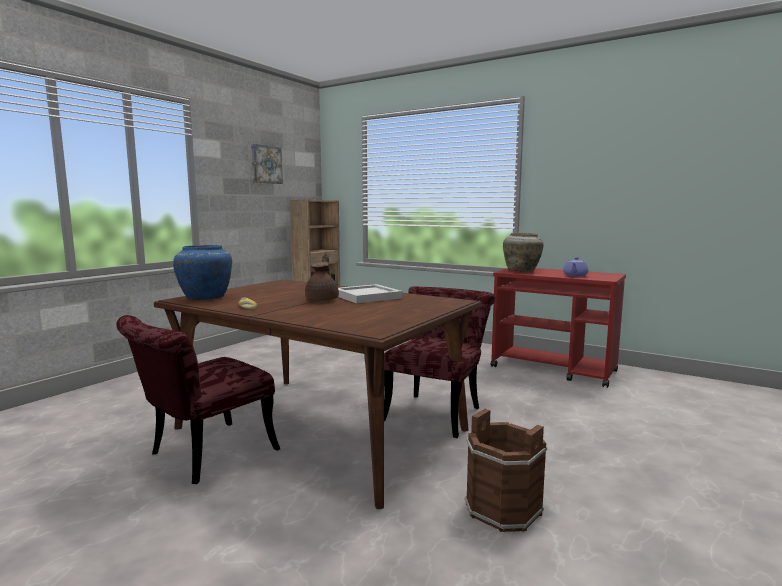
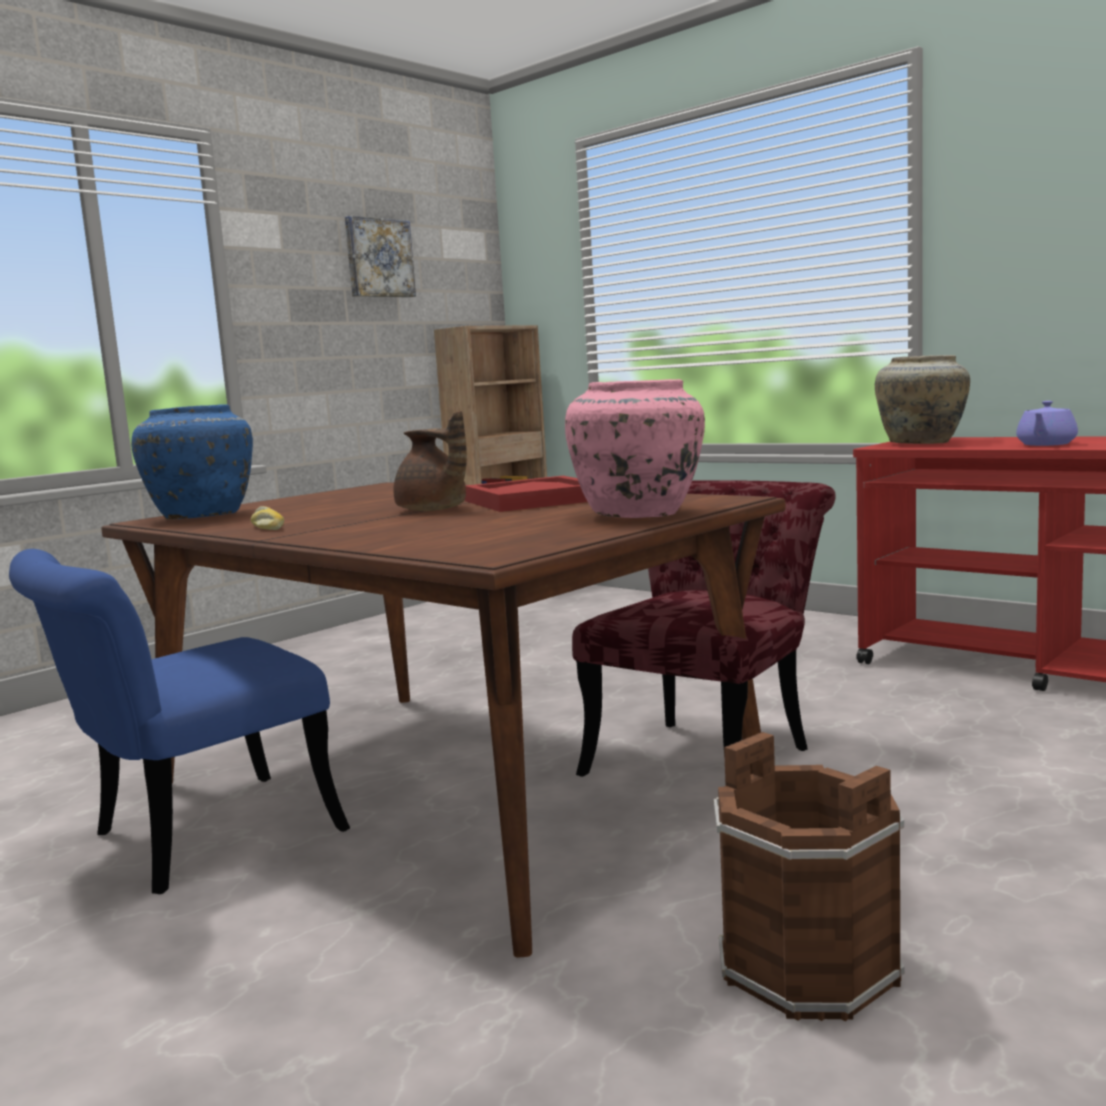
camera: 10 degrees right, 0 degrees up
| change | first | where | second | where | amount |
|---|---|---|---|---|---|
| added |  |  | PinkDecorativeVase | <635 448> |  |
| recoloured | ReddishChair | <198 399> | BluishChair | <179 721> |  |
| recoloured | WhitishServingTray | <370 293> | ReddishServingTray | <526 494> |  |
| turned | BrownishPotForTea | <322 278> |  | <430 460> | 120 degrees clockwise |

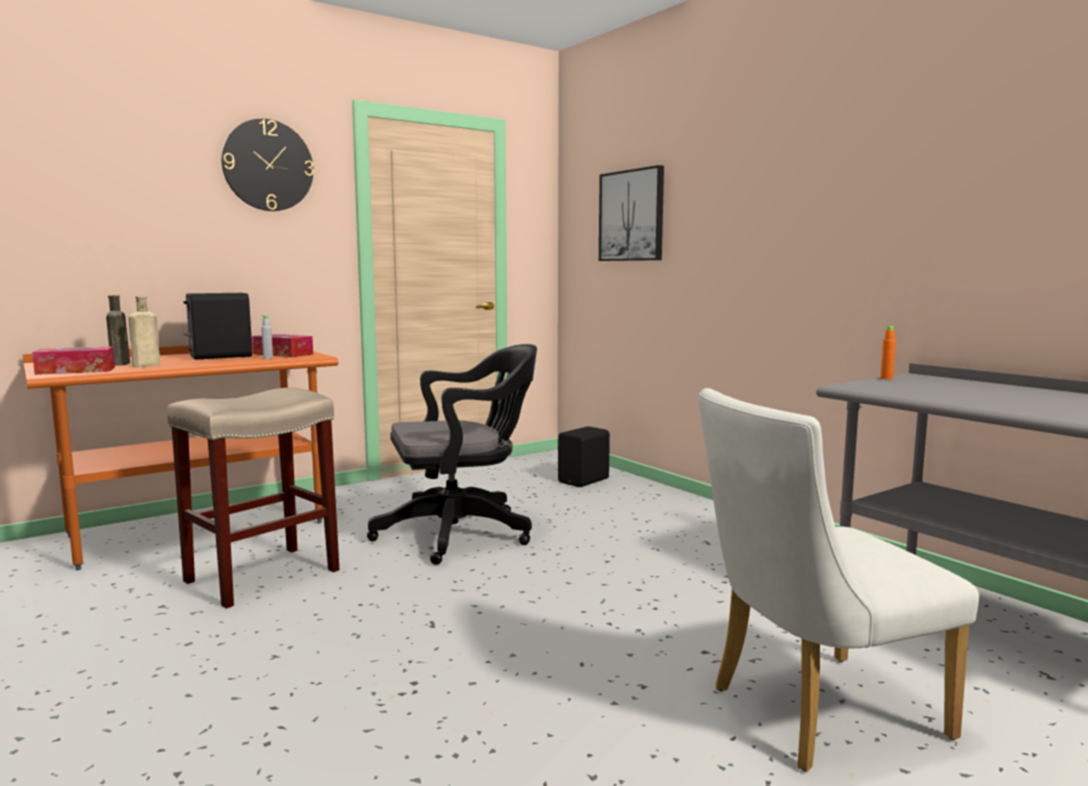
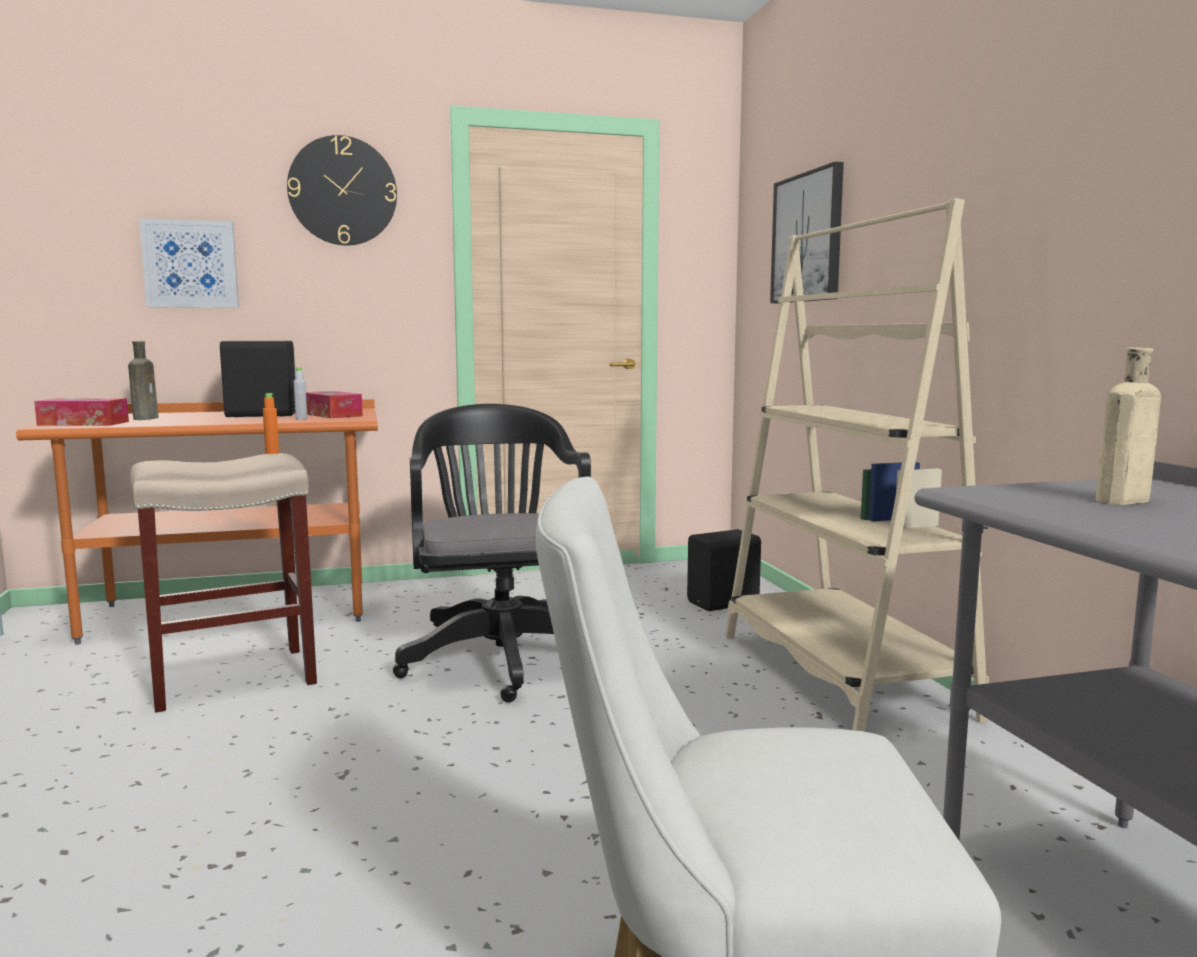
camera: 20 degrees right, 0 degrees up
| change | first | where | second | where | amount |
|---|---|---|---|---|---|
| added |  |  | WallPicture | <189 263> |  |
| added |  |  | SandColouredBookcase | <857 465> |  |
| moved | SandColouredBottle | <144 331> |  | <1127 426> |  |
| moved | OrangeyBottle | <888 352> |  | <271 423> |  |
| turned | BlackColouredDeskChair | <452 454> |  | <492 553> | 105 degrees counterclockwise |

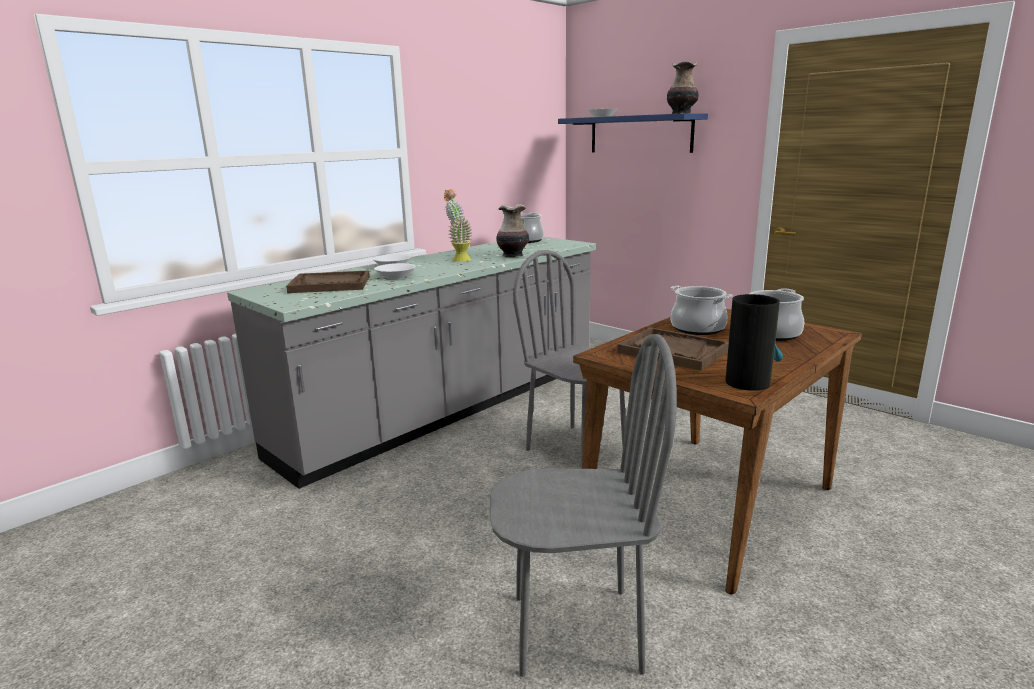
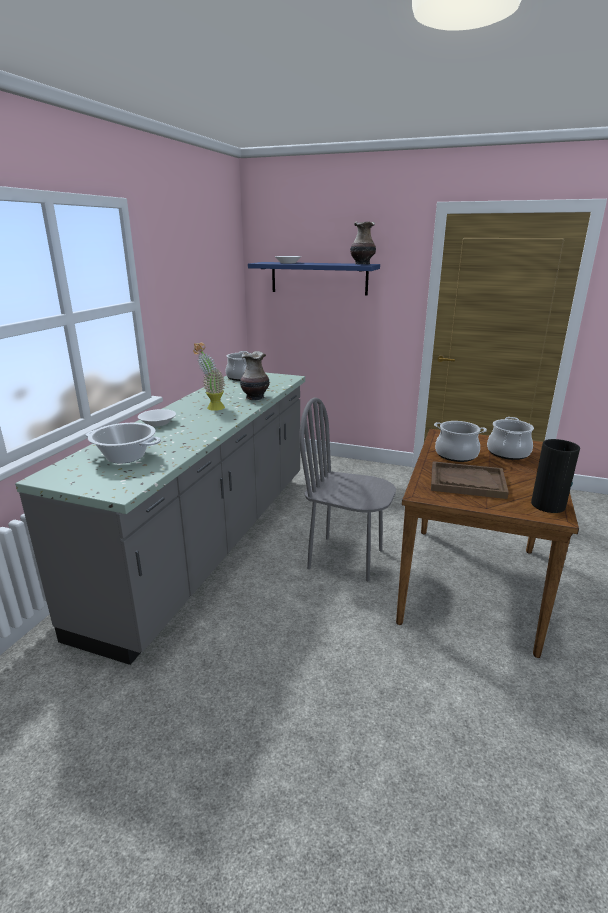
camera: 25 degrees left, 5 degrees up
| change | first | where | second | where | amount |
|---|---|---|---|---|---|
| removed | WhitishDeepDish | <394 271> |  |  |  |
| removed | GreyishChair | <583 505> |  |  |  |
| replaced | BrownishServingTray | <327 281> | CookingPot | <123 443> |  |

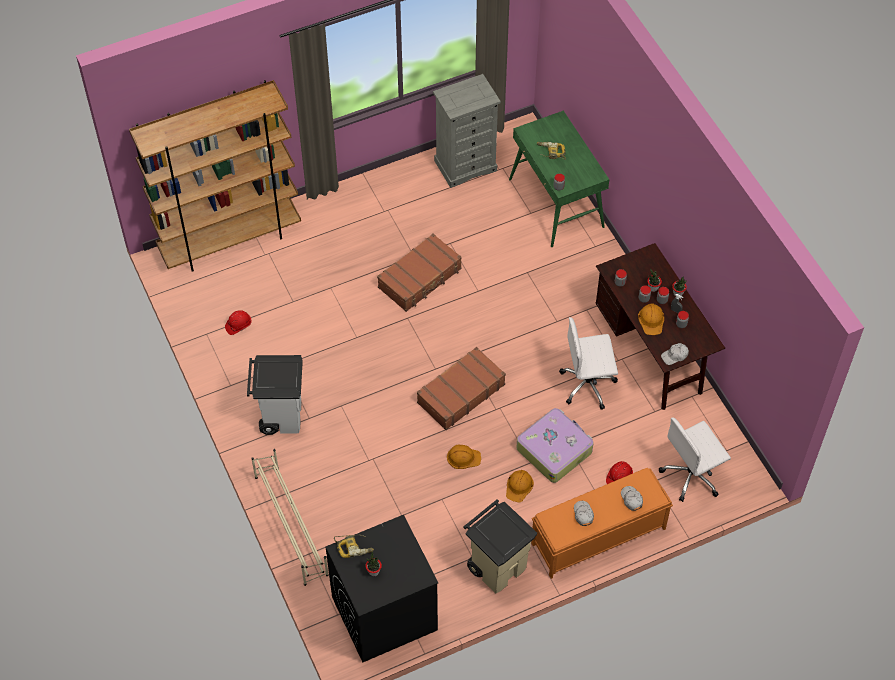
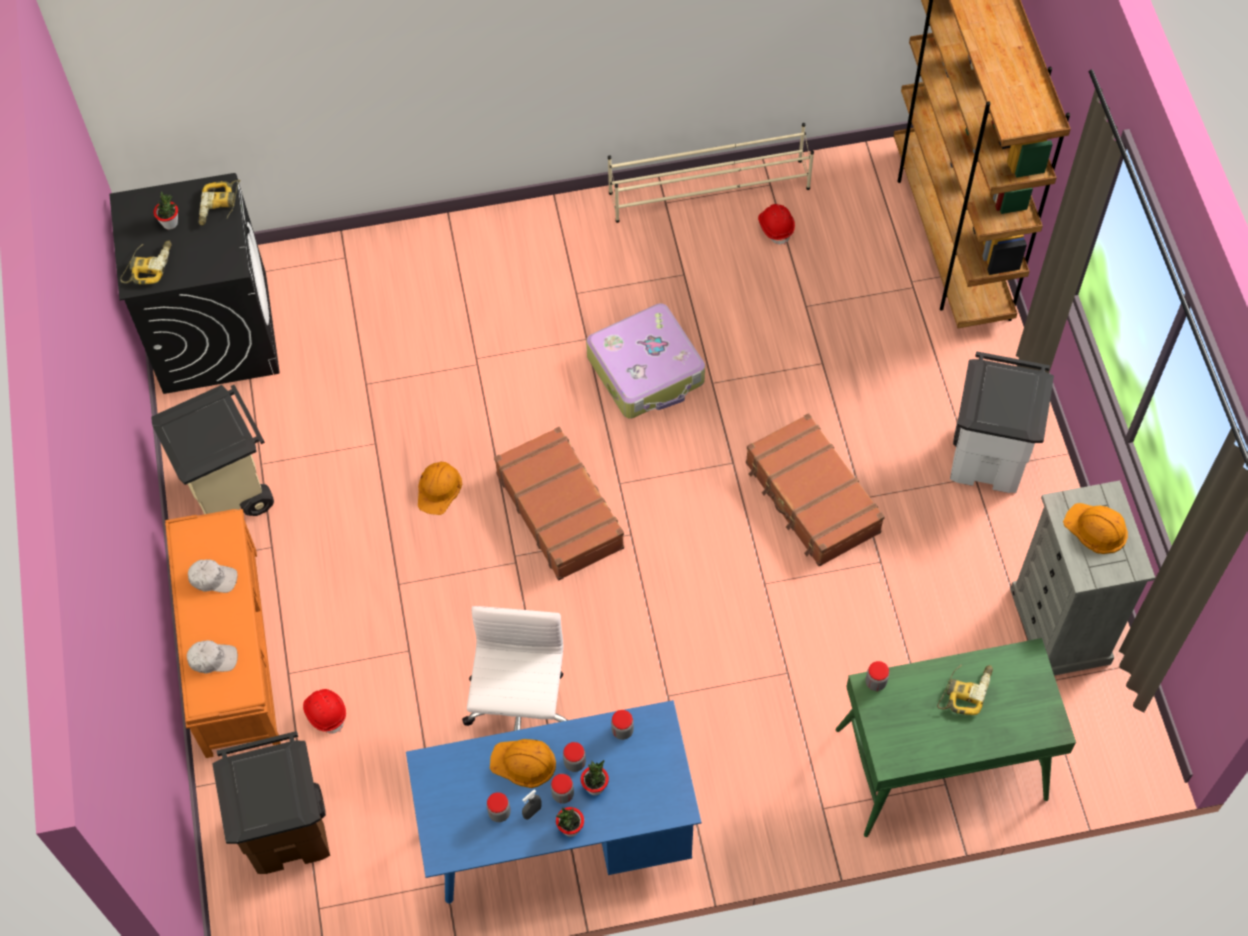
camera: 105 degrees right, 5 degrees up
| change | first | where | second | where | amount |
|---|---|---|---|---|---|
| removed | WhitishPeakedCap | <675 354> |  |  |  |
| added |  |  | PowerDrill | <146 262> |  |
| moved | WhitishTrashCan | <275 395> |  | <1002 422> |  |
| moved | SandColouredShoeShelf | <290 517> |  | <711 173> |  |
| moved | OrangeyHardHat | <520 486> |  | <1095 528> |  |
| moved | PieceOfLuggage | <555 445> |  | <645 361> |  |
| replaced | WhitishDeskChair | <695 460> | BrownishTrashCan | <271 802> |  |
| recoloured | BrownishDeskUnit | <660 326> | BluishDeskUnit | <554 802> |  |

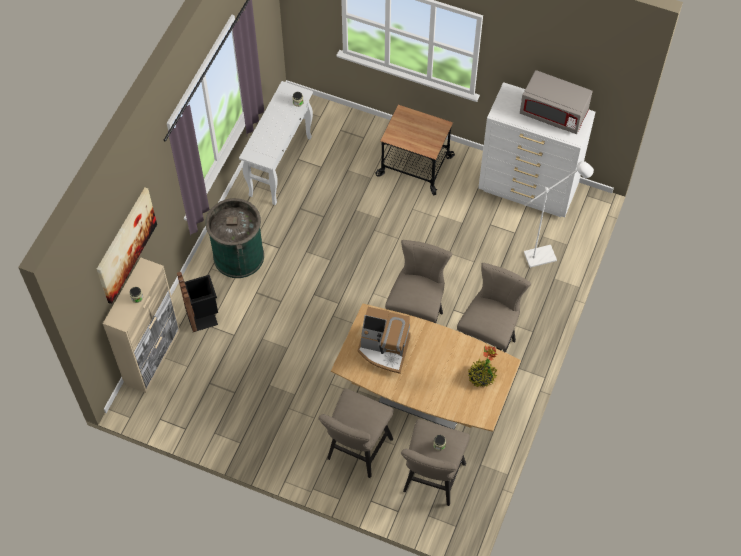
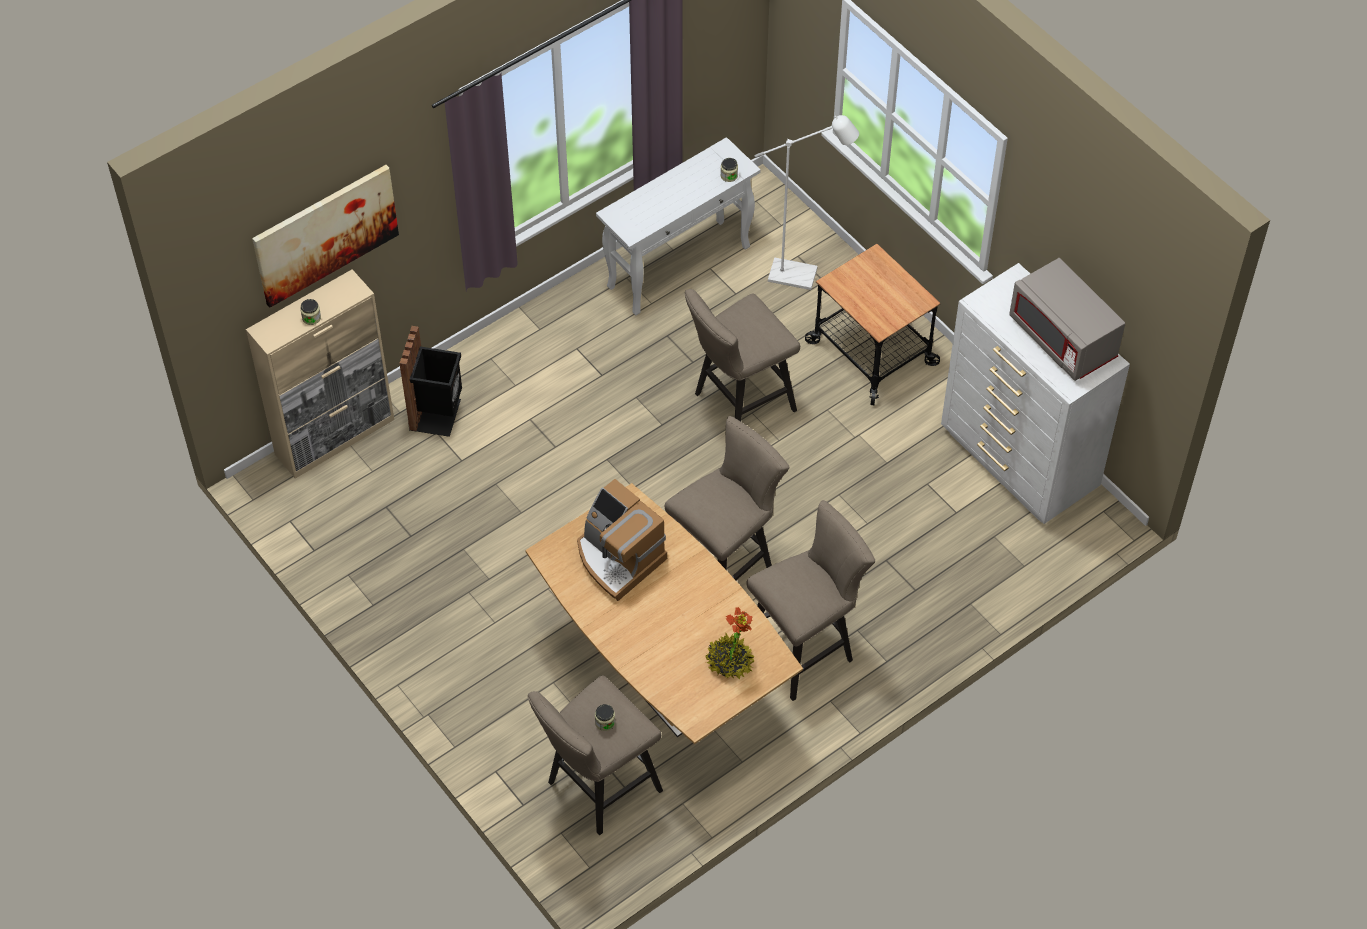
camera: 30 degrees right, 5 degrees down
| change | first | where | second | where | amount |
|---|---|---|---|---|---|
| removed | GreenColouredTrashCan | <234 238> |  |  |  |
| moved | SandColouredSittingStool | <356 433> |  | <742 355> |  |
| moved | WhitishStandingLamp | <559 214> |  | <806 202> |  |

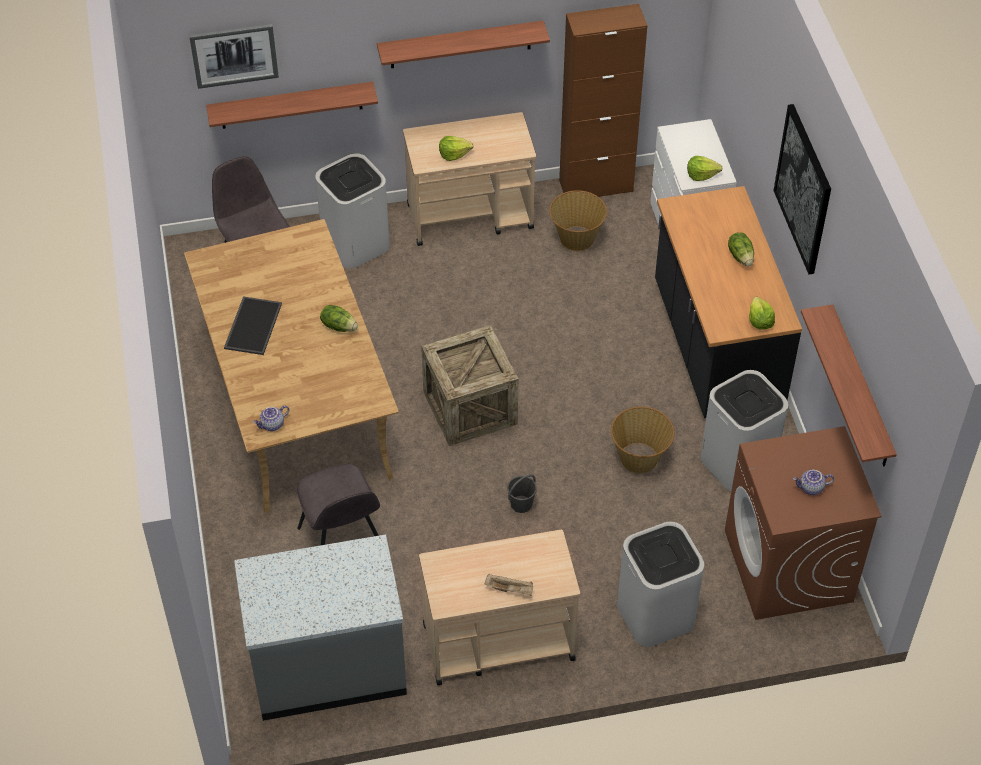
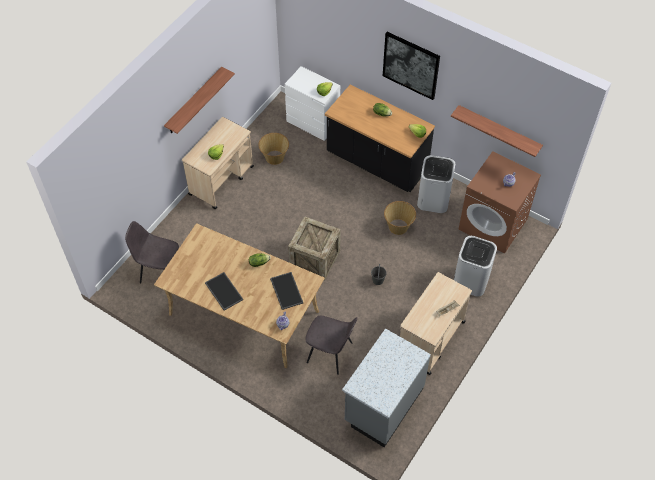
camera: 45 degrees left, 5 degrees up
| change | first | where | second | where | amount |
|---|---|---|---|---|---|
| removed | WallPicture | <234 56> |  |  |  |
| removed | BracketShelf | <292 105> |  |  |  |
| removed | WhitishTrashCan | <352 210> |  |  |  |
| removed | BrownishCupboard | <603 100> |  |  |  |
| added |  |  | ServingTray | <286 291> |  |

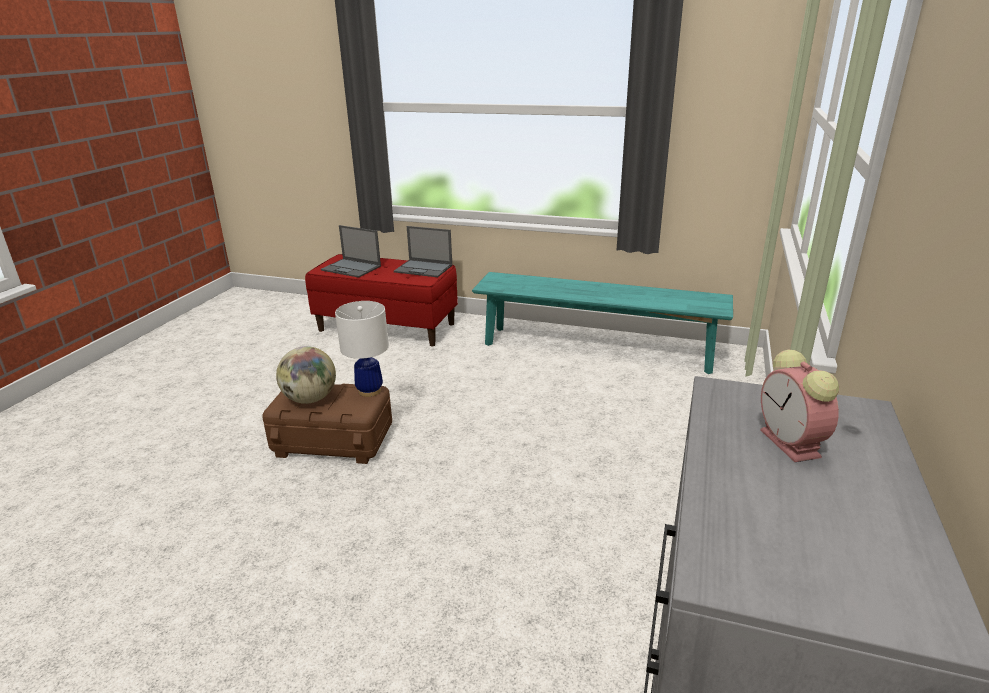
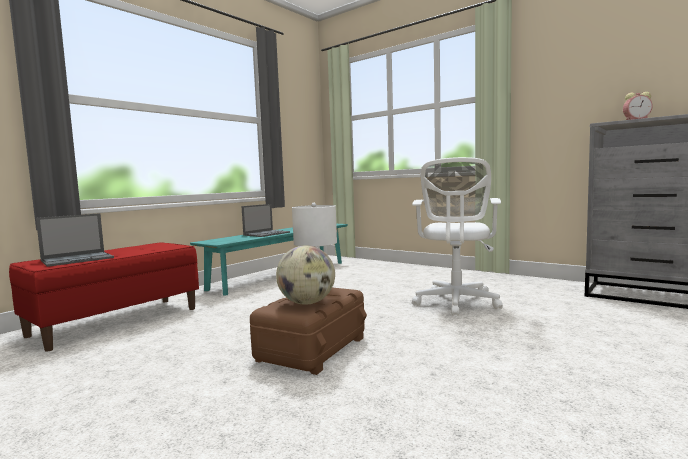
camera: 70 degrees left, 20 degrees down
| change | first | where | second | where | amount |
|---|---|---|---|---|---|
| added |  |  | WhitishDeskChair | <457 236> |  |
| moved | NotebookComputer | <423 251> |  | <265 220> |  |

